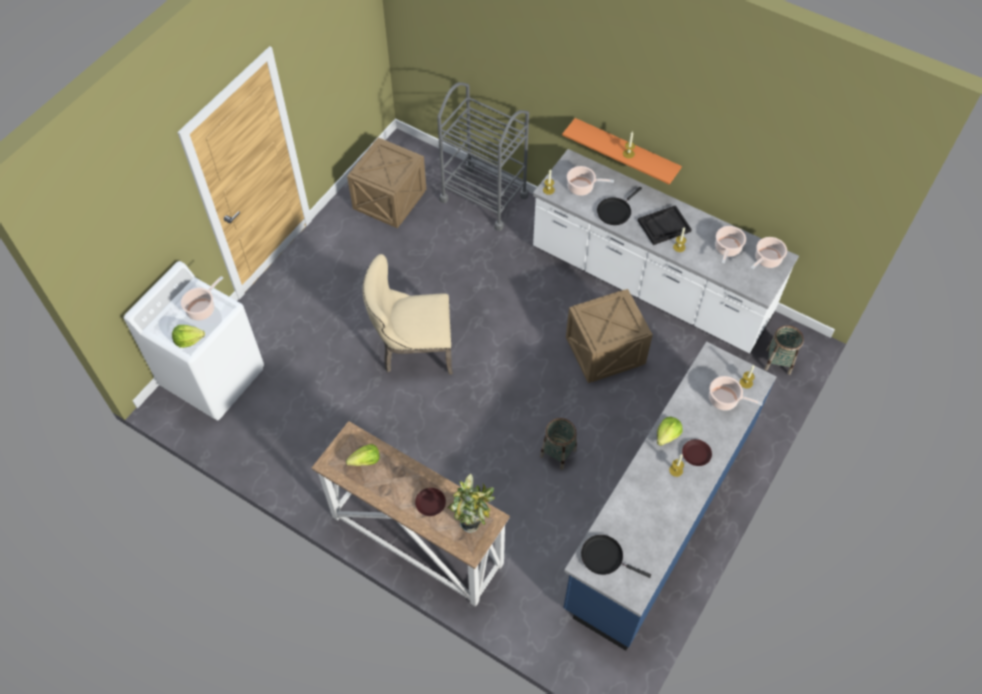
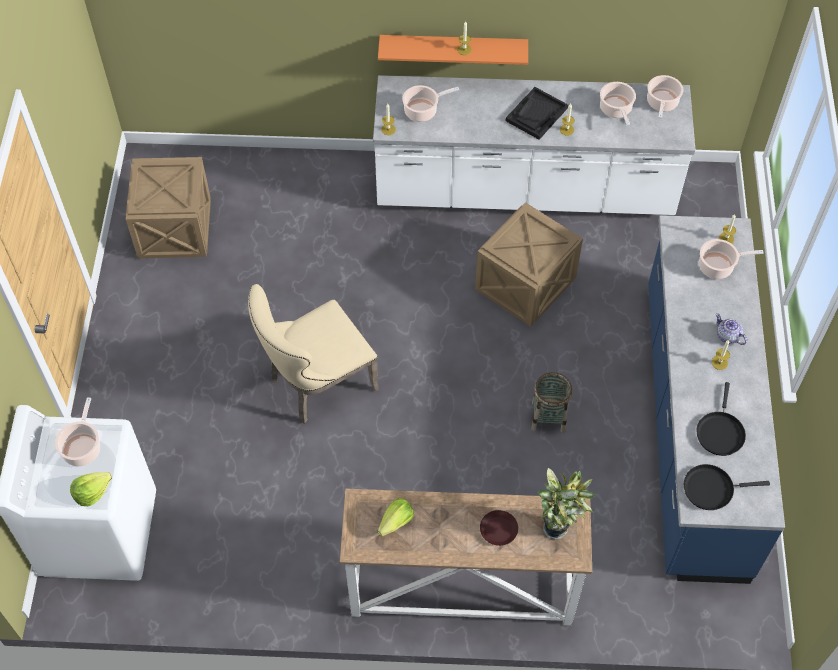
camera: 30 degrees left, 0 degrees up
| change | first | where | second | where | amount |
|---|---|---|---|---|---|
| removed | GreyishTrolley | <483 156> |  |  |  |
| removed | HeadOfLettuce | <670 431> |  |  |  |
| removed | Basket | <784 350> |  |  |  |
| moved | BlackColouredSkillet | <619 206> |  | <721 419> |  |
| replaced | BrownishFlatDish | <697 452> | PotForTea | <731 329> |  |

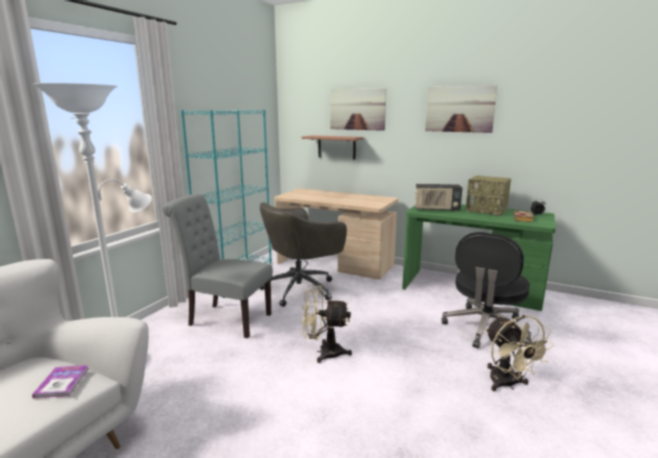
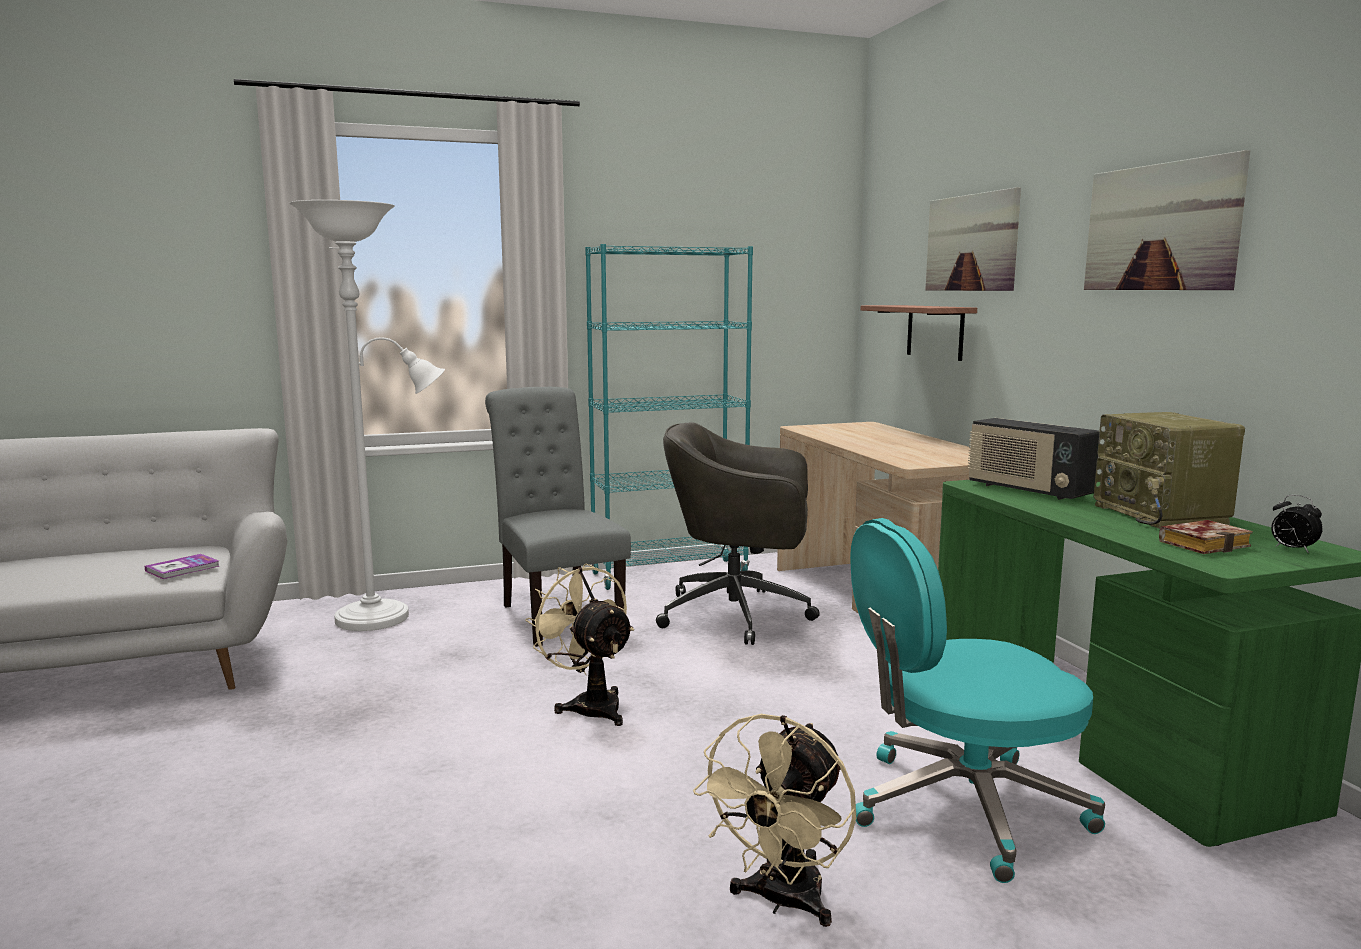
camera: 45 degrees right, 5 degrees down
| change | first | where | second | where | amount |
|---|---|---|---|---|---|
| recoloured | BlackColouredDeskChair | <486 290> | TurquoiseDeskChair | <977 700> |  |

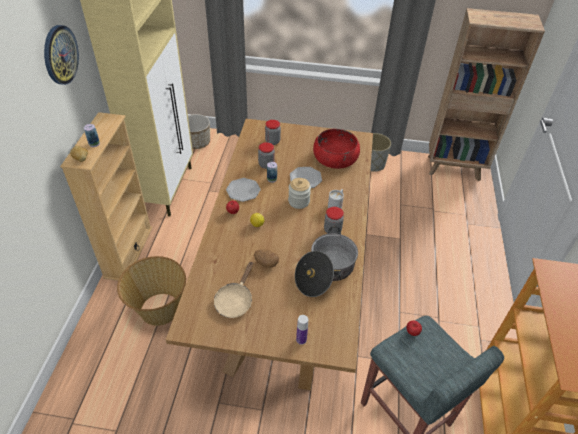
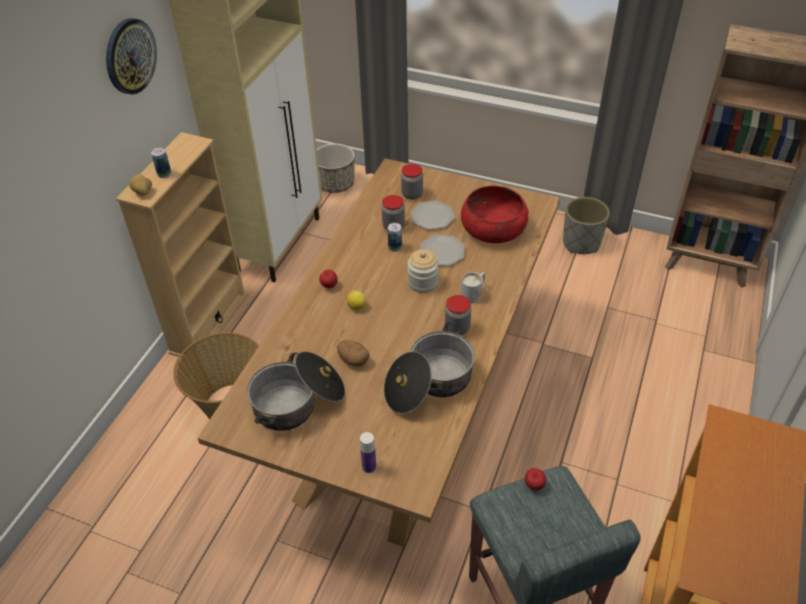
camera: 15 degrees right, 0 degrees up
| change | first | where | second | where | amount |
|---|---|---|---|---|---|
| moved | FlatDish | <243 190> |  | <432 215> |  |
| replaced | SandColouredSkillet | <233 289> | CookingPot | <296 391> |  |

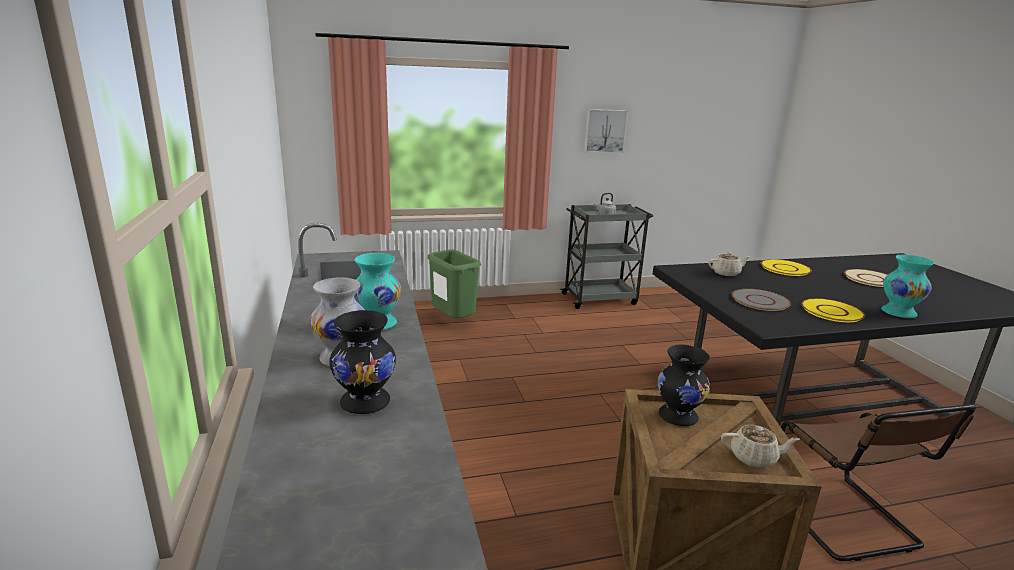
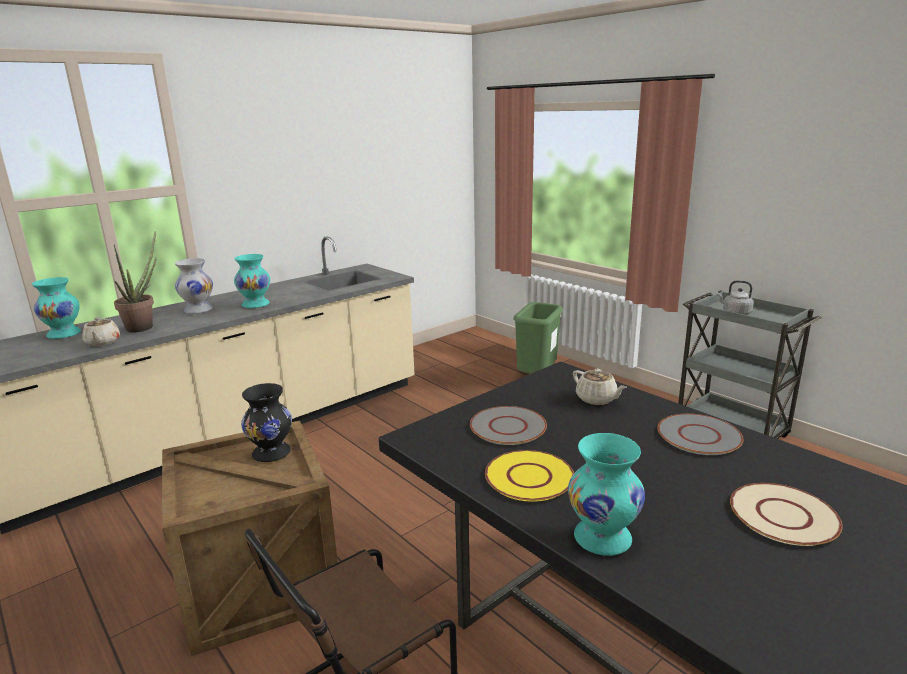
camera: 65 degrees right, 0 degrees up
| change | first | where | second | where | amount |
|---|---|---|---|---|---|
| removed | WallPicture | <606 131> |  |  |  |
| added |  |  | TurquoiseDecorativeVase | <56 308> |  |
| moved | SandColouredPotForTea | <760 446> |  | <101 331> |  |
| replaced | BlackColouredDecorativeVase | <362 362> | Houseplant | <135 282> |  |
| recoloured | YellowFlatDish | <786 267> | GreyishFlatDish | <700 434> |  |

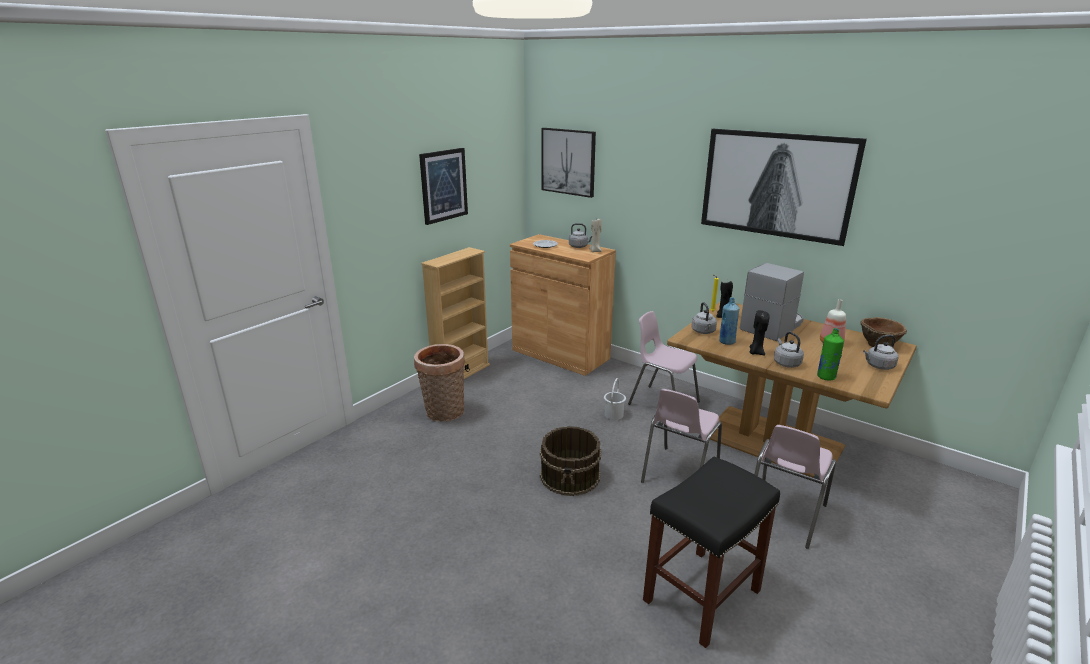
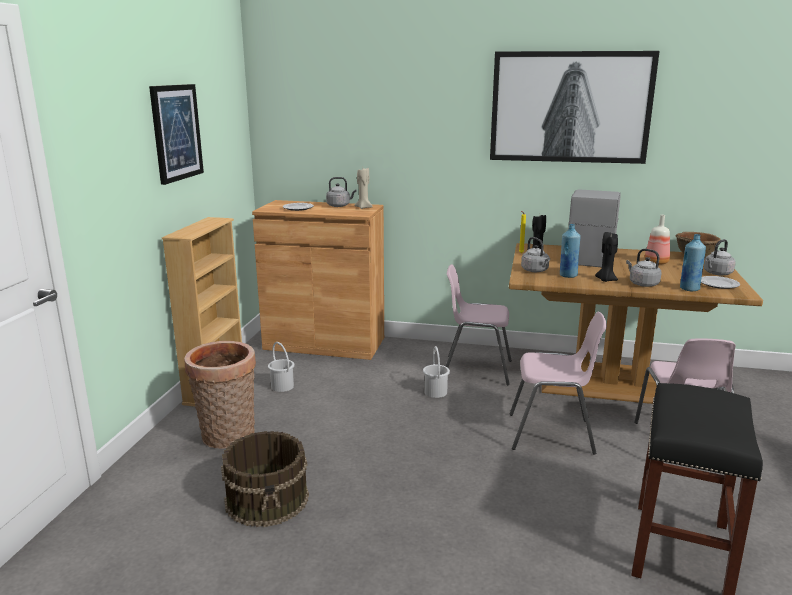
camera: 25 degrees left, 5 degrees down
| change | first | where | second | where | amount |
|---|---|---|---|---|---|
| removed | WallPicture | <568 163> |  |  |  |
| added |  |  | WhitishBucket | <281 367> |  |
| added |  |  | FlatDish | <720 282> |  |
| moved | BrownishBucket | <571 461> |  | <265 479> |  |
| recoloured | GreenColouredBottle | <830 354> | BluishBottle | <693 262> |  |
| turned | PinkChair | <681 436> |  | <558 383> | 90 degrees counterclockwise |

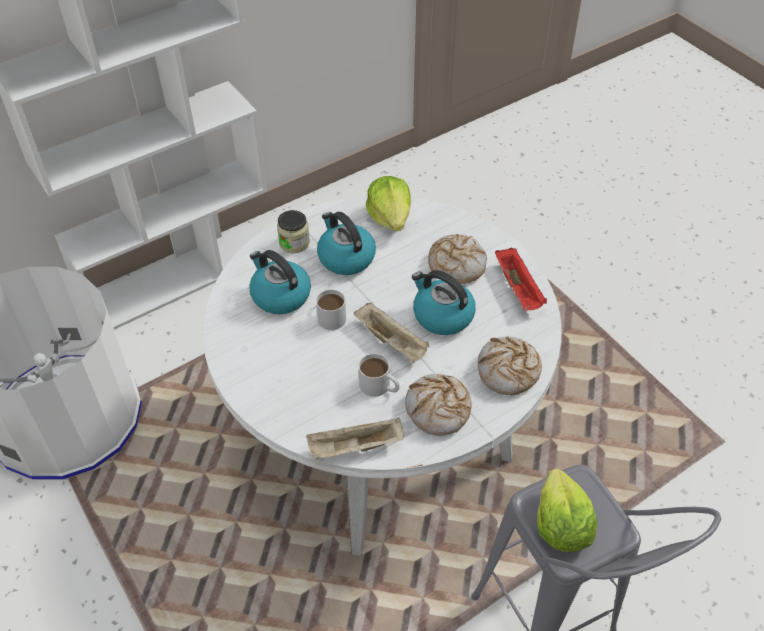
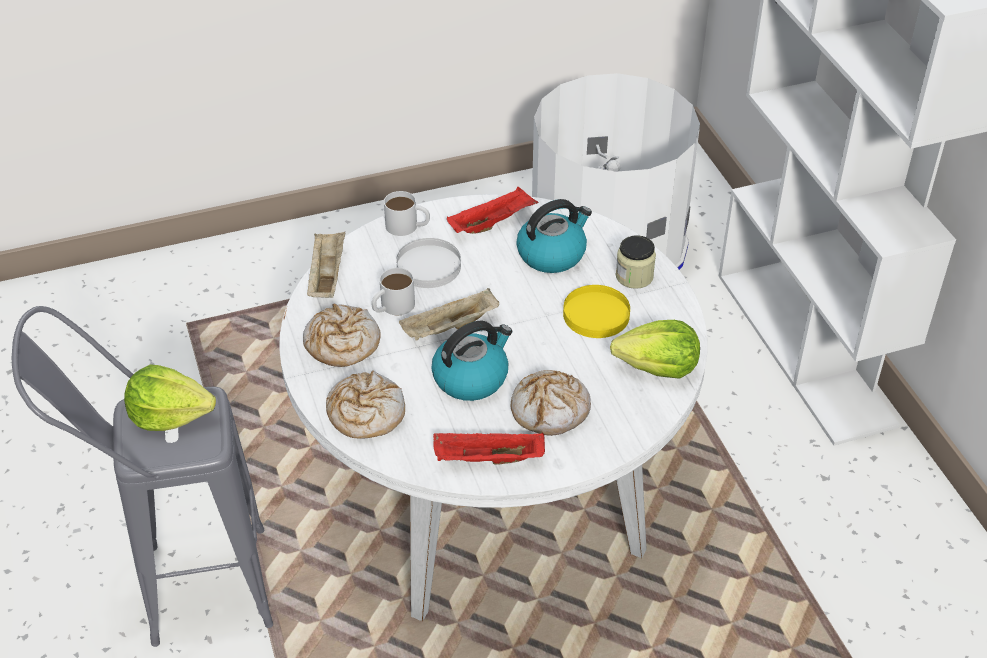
camera: 105 degrees right, 5 degrees down
| change | first | where | second | where | amount |
|---|---|---|---|---|---|
| added |  |  | WhitishFlatDish | <428 263> |  |
| added |  |  | ReddishServingTray | <492 210> |  |
| moved | WhitishTeaMug | <331 308> |  | <407 213> |  |
| replaced | TeaKettle | <346 243> | YellowFlatDish | <596 311> |  |

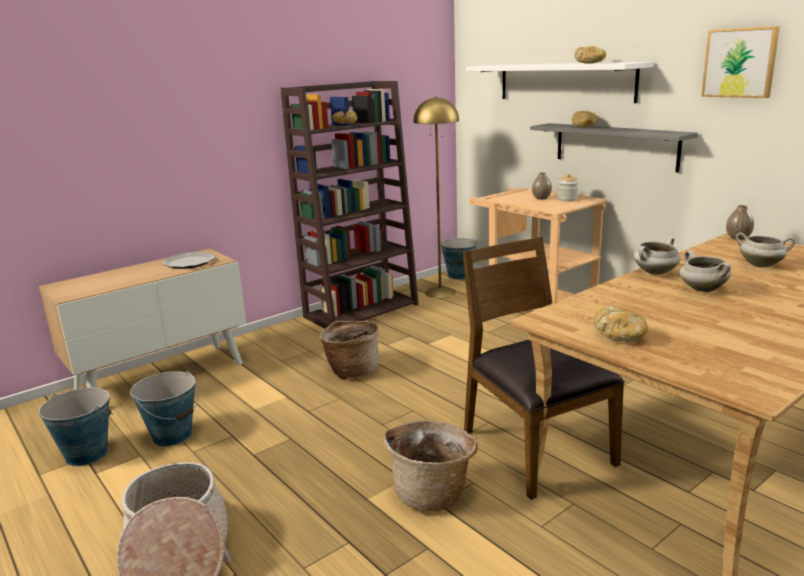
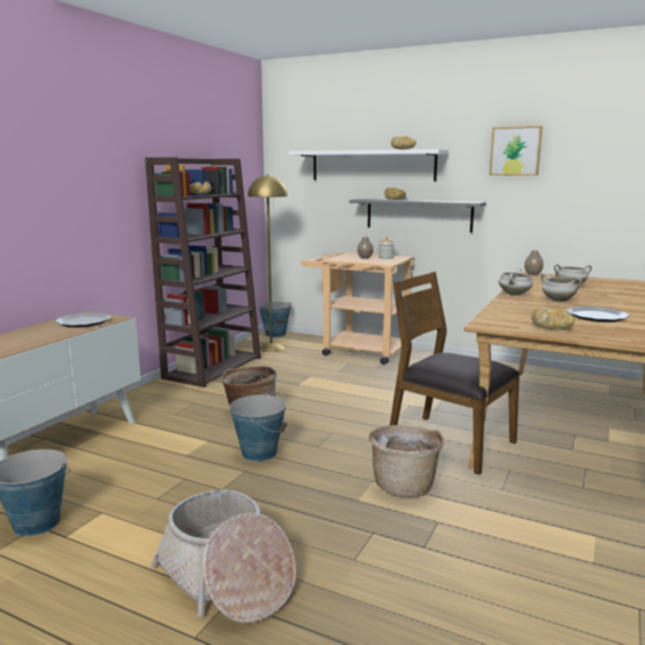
camera: 25 degrees left, 5 degrees down
| change | first | where | second | where | amount |
|---|---|---|---|---|---|
| added |  |  | FlatDish | <598 314> |  |
| moved | Bucket | <164 408> |  | <258 427> |  |

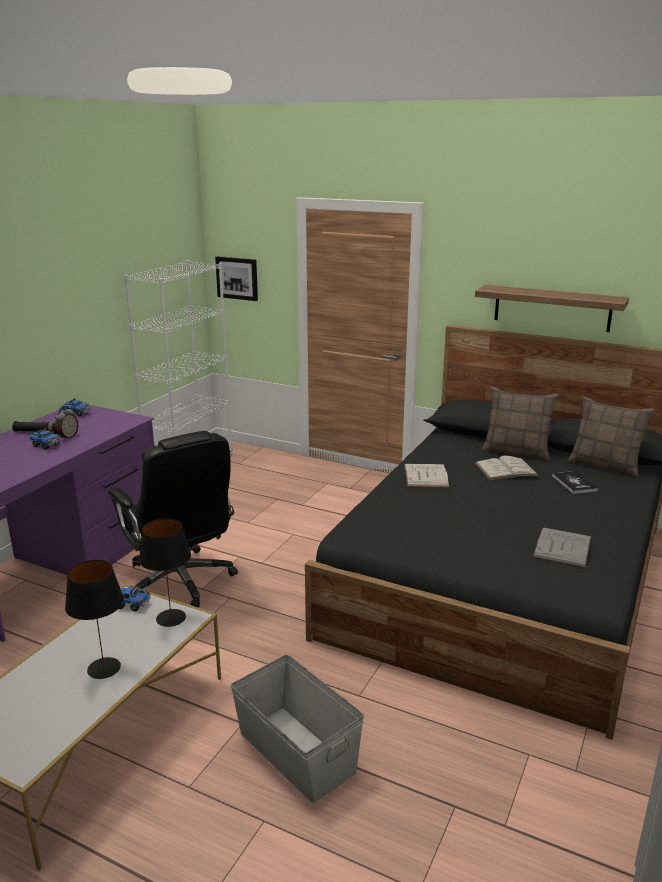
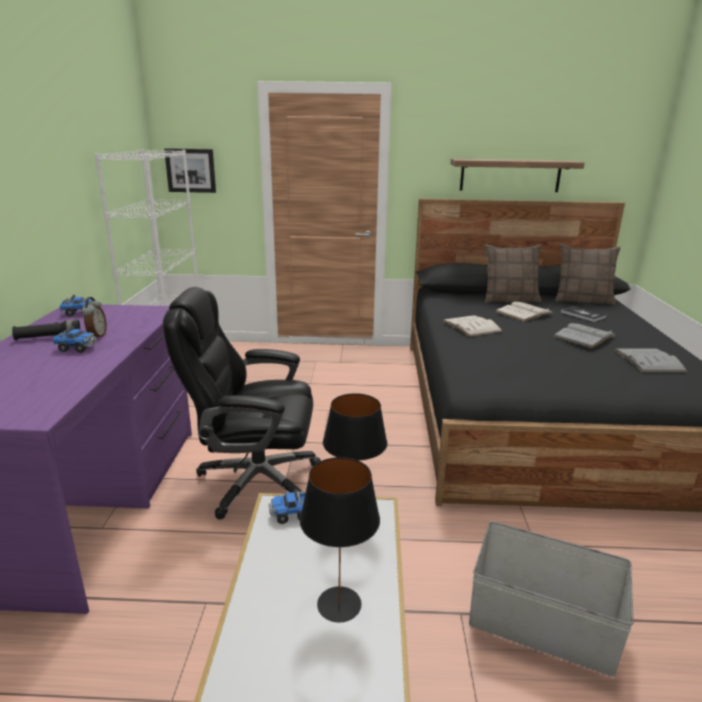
camera: 25 degrees left, 0 degrees up
| change | first | where | second | where | amount |
|---|---|---|---|---|---|
| added |  |  | GreyishVolume | <584 335> |  |
| turned | BlackColouredDeskChair | <173 519> |  | <242 403> | 150 degrees clockwise |

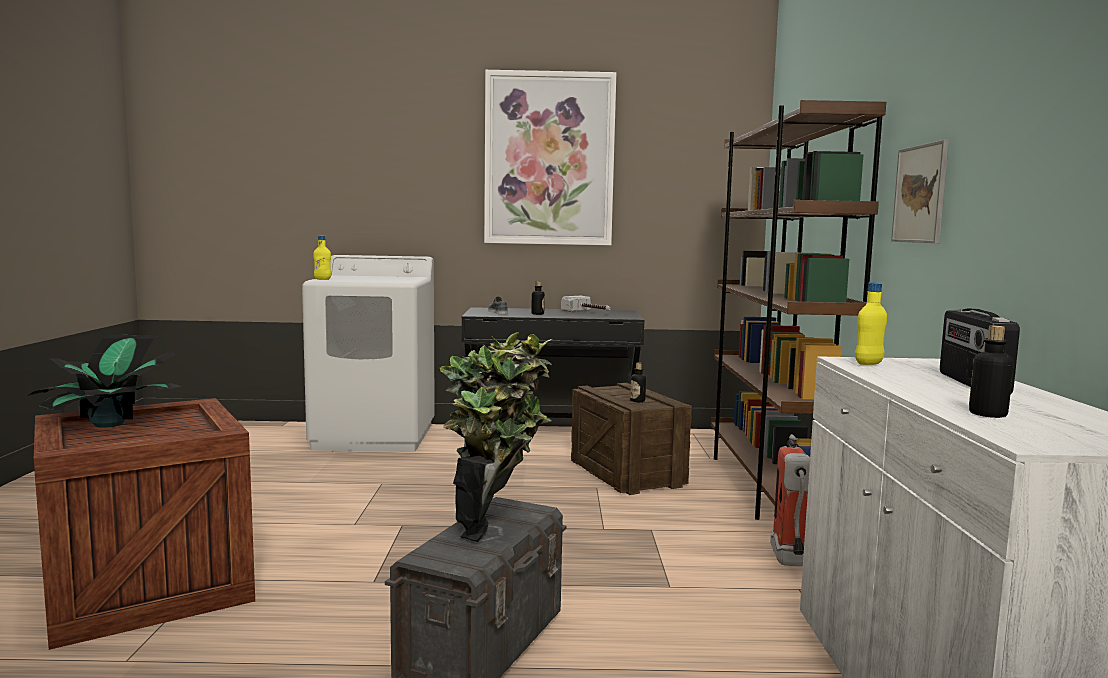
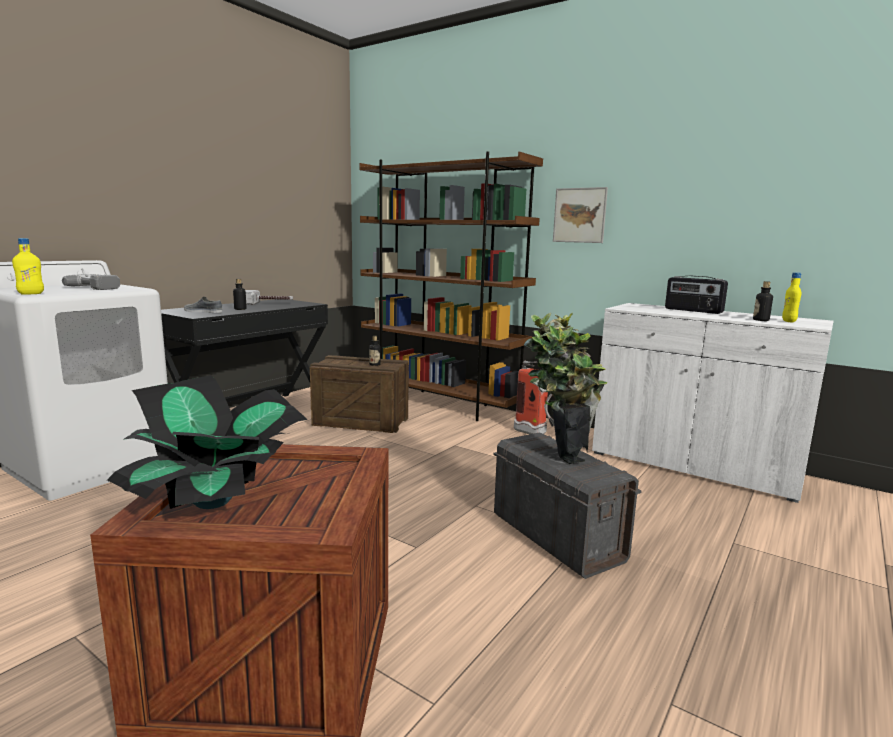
camera: 55 degrees left, 5 degrees up
| change | first | where | second | where | amount |
|---|---|---|---|---|---|
| removed | WallPicture | <550 157> |  |  |  |
| added |  |  | PowerDrill | <91 282> |  |
| moved | YellowBottle | <871 323> |  | <792 297> |  |

